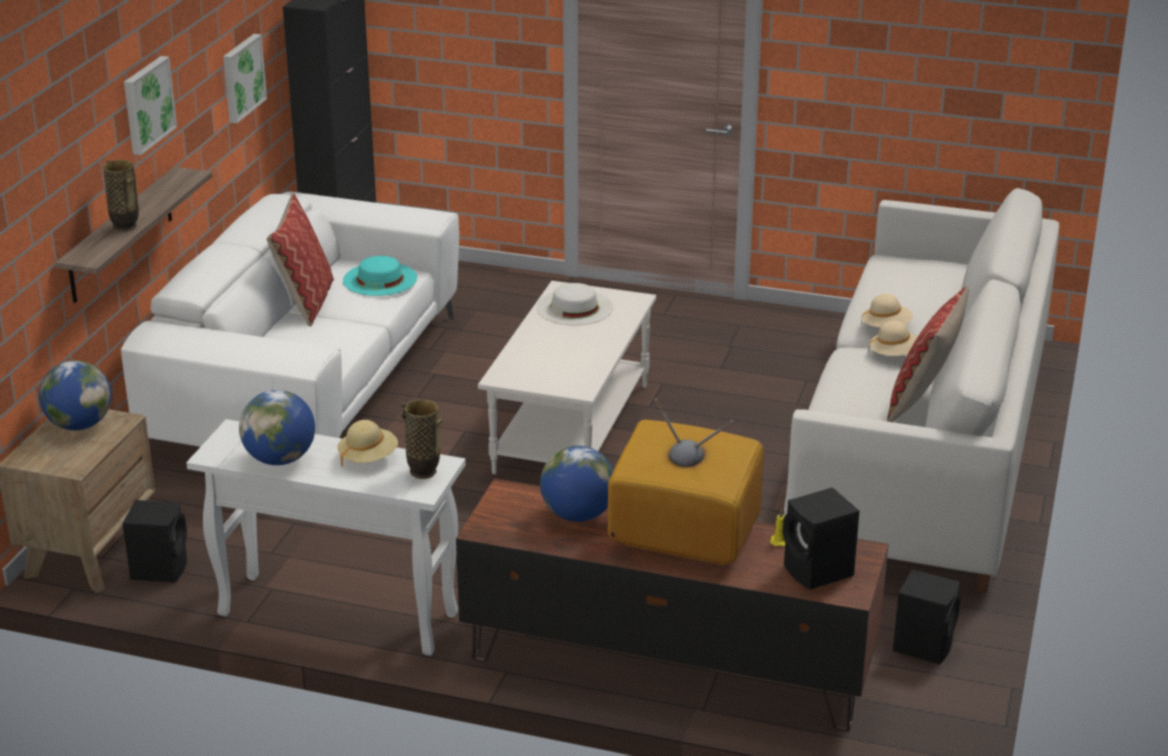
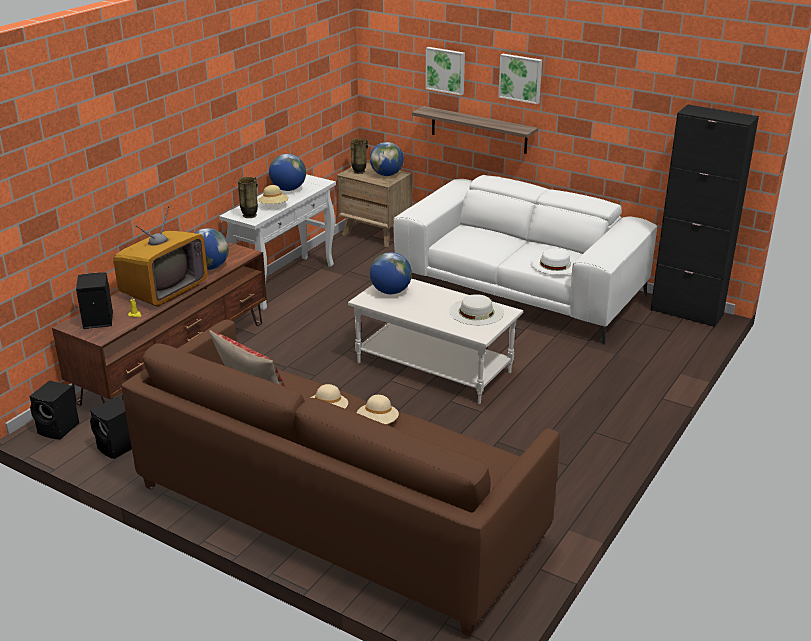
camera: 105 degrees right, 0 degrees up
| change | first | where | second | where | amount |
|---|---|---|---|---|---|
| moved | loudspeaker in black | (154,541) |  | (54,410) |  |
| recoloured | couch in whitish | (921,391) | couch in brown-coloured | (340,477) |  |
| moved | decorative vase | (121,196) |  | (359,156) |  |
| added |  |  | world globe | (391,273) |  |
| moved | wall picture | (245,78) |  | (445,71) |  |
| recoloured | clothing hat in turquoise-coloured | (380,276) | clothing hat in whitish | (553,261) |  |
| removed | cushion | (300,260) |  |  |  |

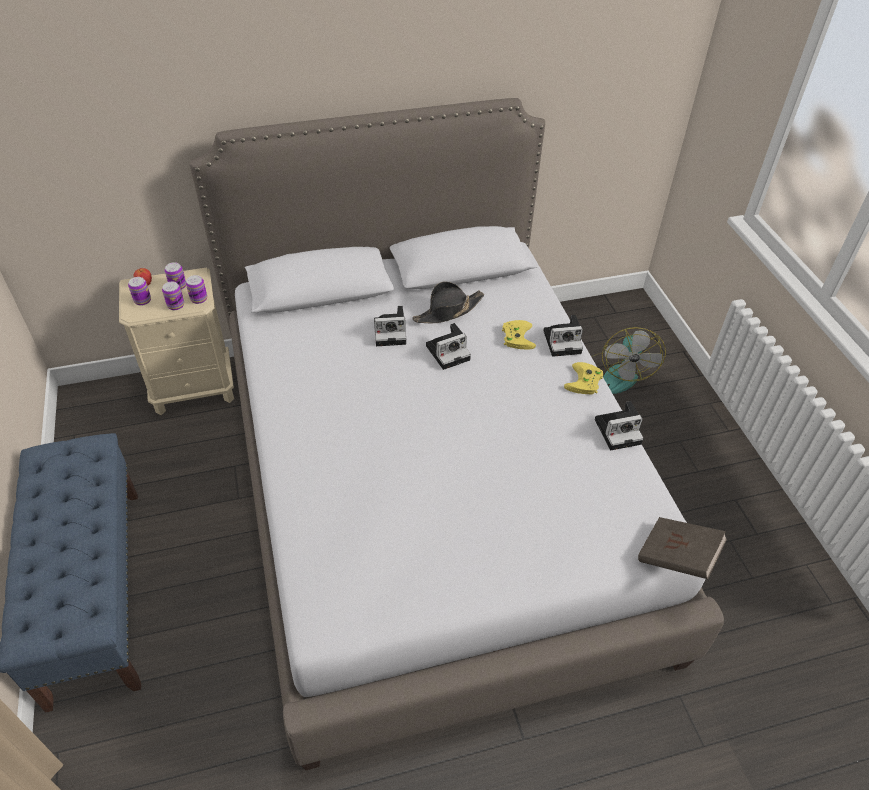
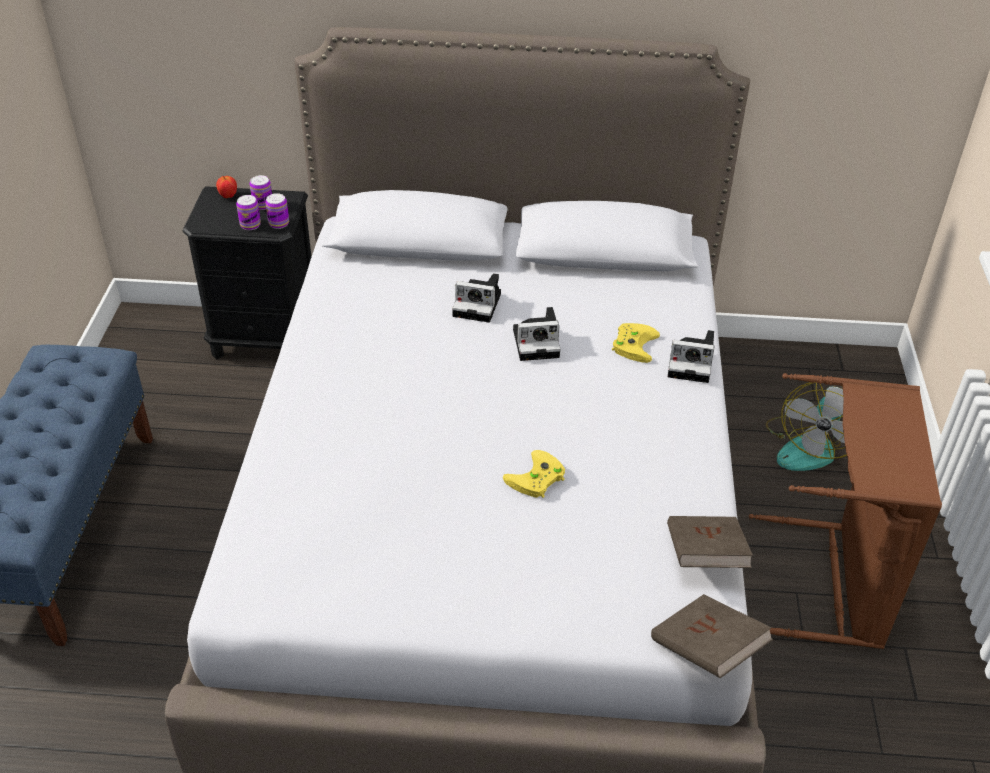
camera: 20 degrees right, 5 degrees down
| change | first | where | second | where | amount |
|---|---|---|---|---|---|
| recoloured | night table in beige-coloured | (176,341) | night table in black | (247,273) |  |
| moved | joypad in yellow | (583,378) |  | (534,474) |  |
| added |  |  | book in brown-coloured | (710,542) |  |
| added |  |  | washing basket in brown-coloured | (845,511) |  |
| removed | sealed can | (139,291) |  |  |  |
| removed | clothing hat in black | (448,302) |  |  |  |
| removed | photo camera | (619,425) |  |  |  |

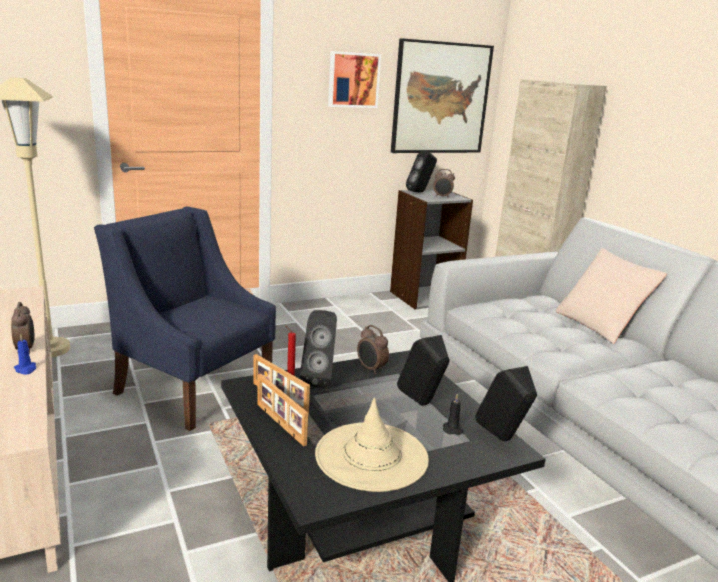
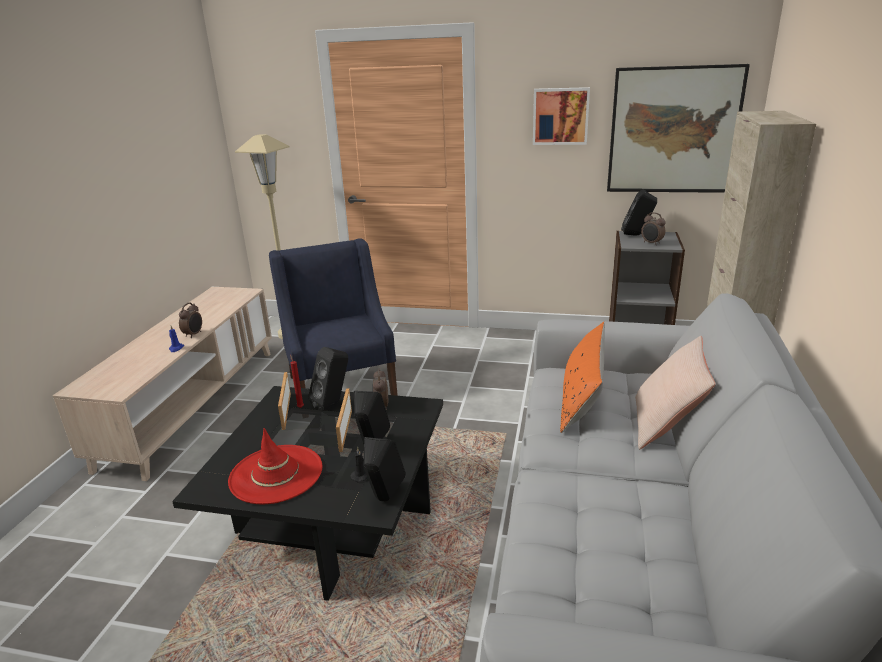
camera: 40 degrees right, 5 degrees up
| change | first | where | second | where | amount |
|---|---|---|---|---|---|
| recoloured | clothing hat in beige-coloured | (372,444) | clothing hat in red | (275,466) |  |
| moved | picture frame | (282,410) |  | (344,420) |  |
| added |  |  | cushion in orangey | (582,377) |  |

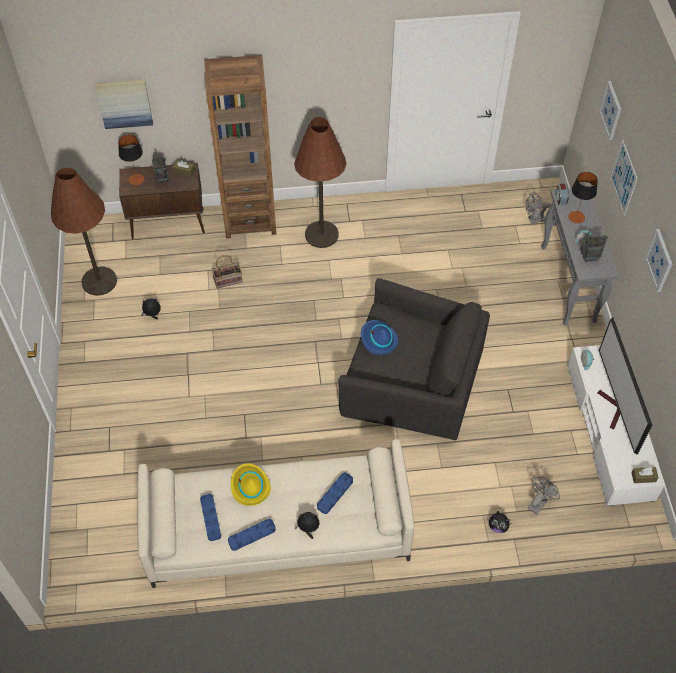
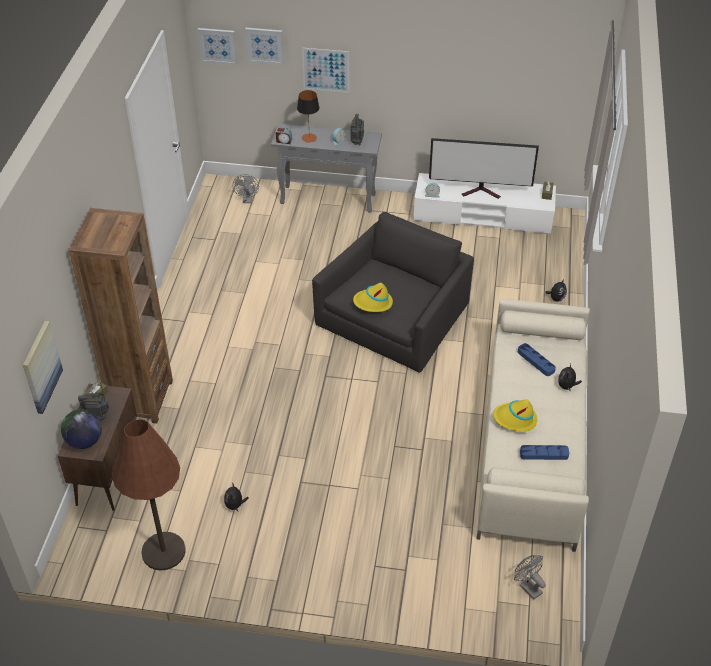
camera: 75 degrees left, 10 degrees down
| change | first | where | second | where | amount |
|---|---|---|---|---|---|
| replaced | tabletop lamp | (131,160) | world globe | (81,429) |  |
| moved | wall picture | (658,260) |  | (217,46) |  |
| recoloured | clothing hat in blue | (379,337) | clothing hat in yellow | (373,297) |  |
| moved | fan in grey | (544,496) |  | (530,577) |  |
| removed | basket | (227,272) |  |  |  |
| removed | serving tray in blue | (252,535) |  |  |  |
| removed | standard lamp in brown-coloured | (320,182) |  |  |  |

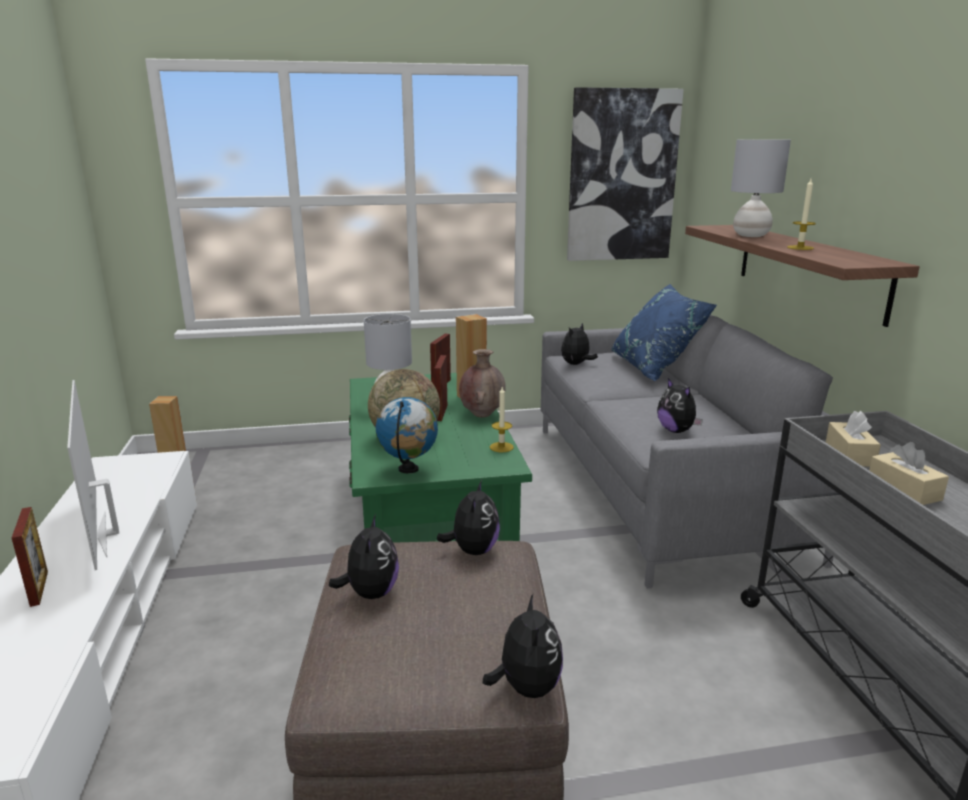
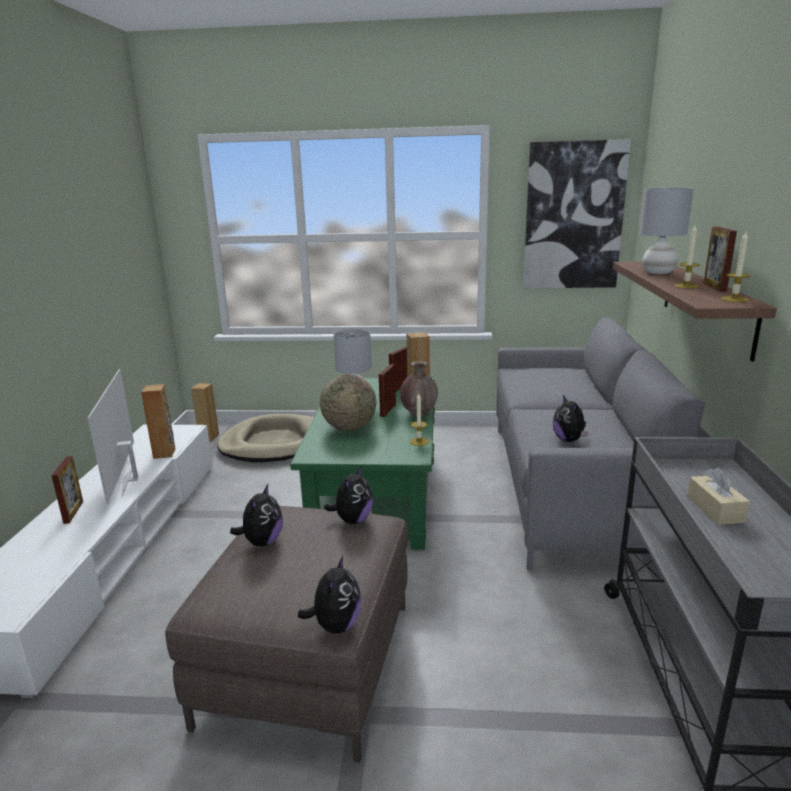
camera: 15 degrees right, 0 degrees up
| change | first | where | second | where | amount |
|---|---|---|---|---|---|
| added |  |  | loudspeaker in brown-coloured | (158,421) |  |
| added |  |  | dog bed in beige-coloured | (265,438) |  |
| added |  |  | picture frame | (720,259) |  |
| added |  |  | wax light | (736,267) |  |
| removed | world globe | (407,435) |  |  |  |
| removed | cuddly toy | (579,344) |  |  |  |
| removed | cushion in blue | (664,332) |  |  |  |
| removed | tissue holder in beige-coloured | (853,439) |  |  |  |

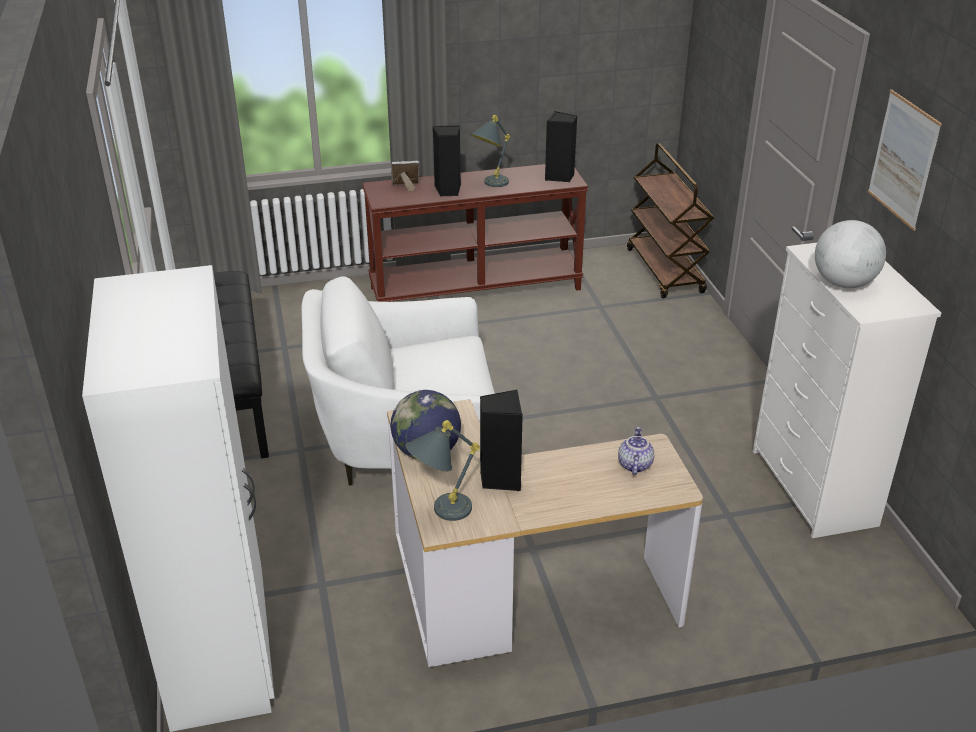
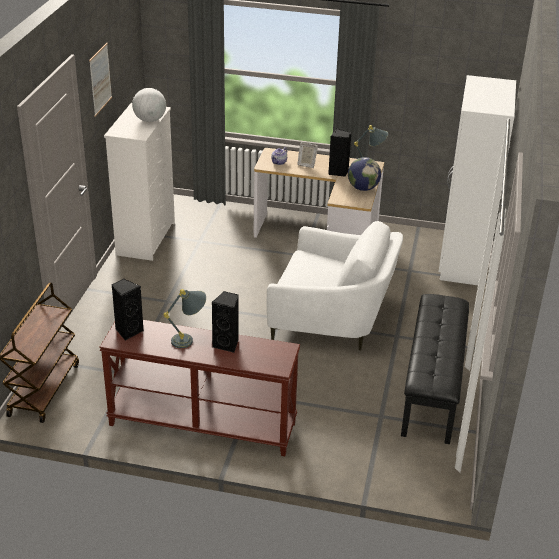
camera: 155 degrees left, 0 degrees up
| change | first | where | second | where | amount |
|---|---|---|---|---|---|
| moved | picture frame | (405,176) |  | (307,155) |  |

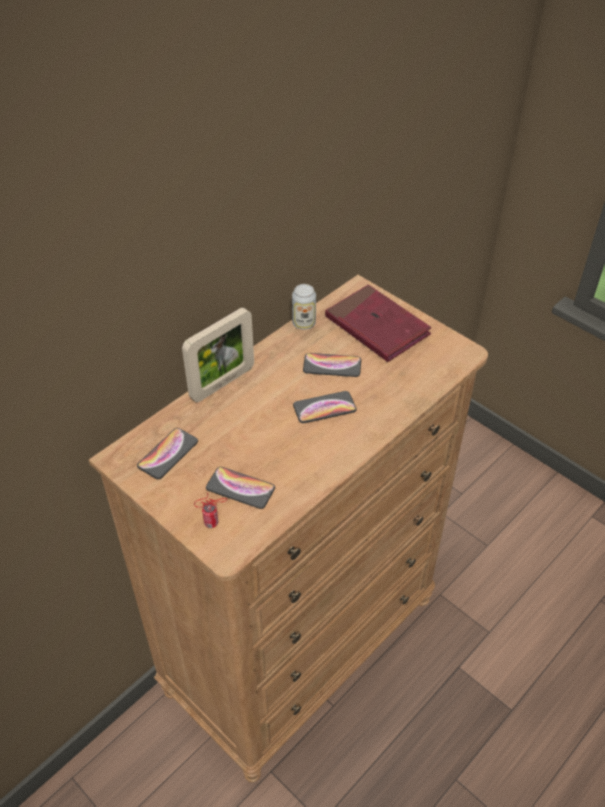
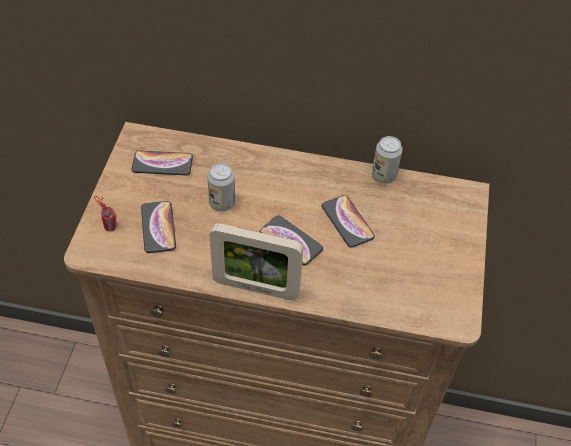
camera: 55 degrees right, 5 degrees up
| change | first | where | second | where | amount |
|---|---|---|---|---|---|
| added |  |  | sealed can | (221,187) |  |
| moved | picture frame | (218,355) |  | (257,261) |  |
| removed | book in red | (378,323) |  |  |  |

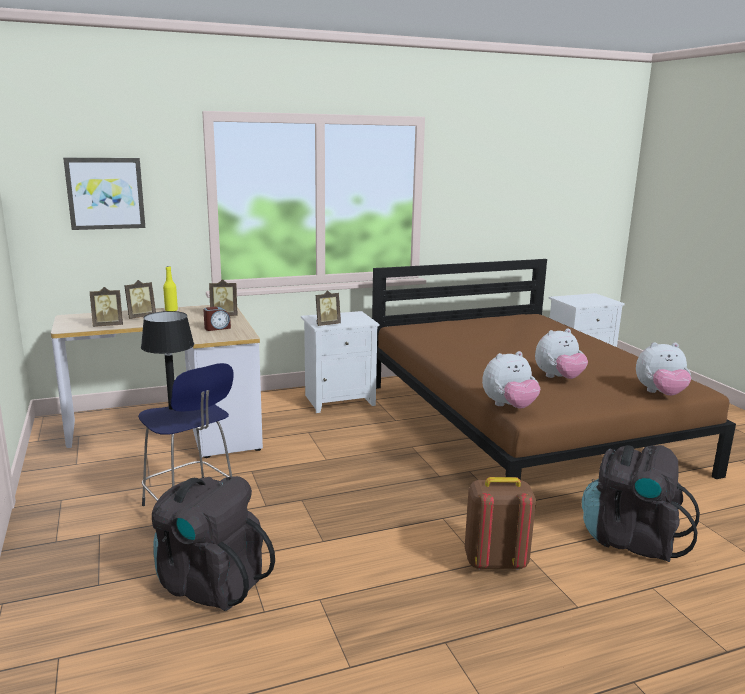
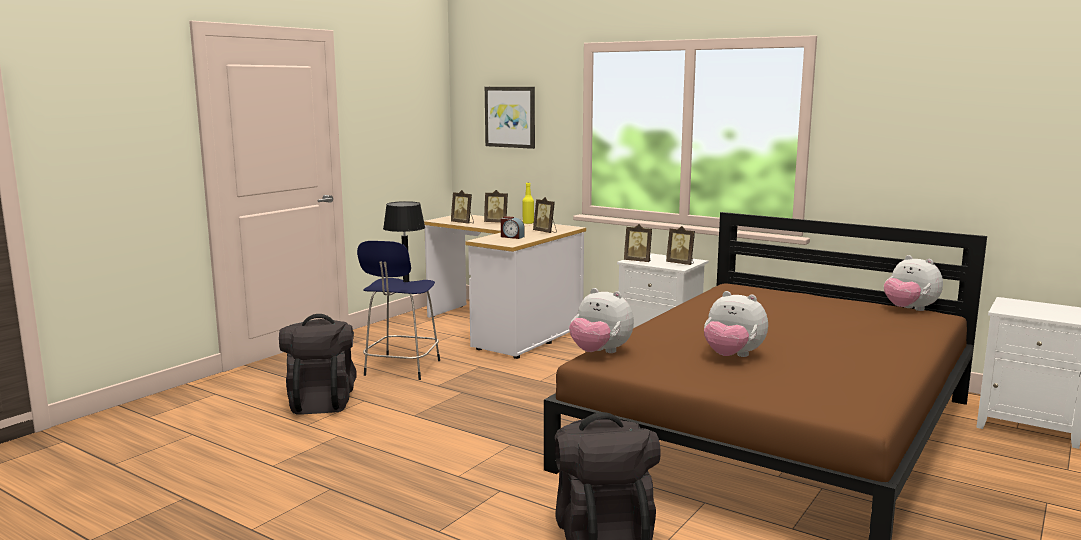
camera: 55 degrees right, 5 degrees down
| change | first | where | second | where | amount |
|---|---|---|---|---|---|
| added |  |  | picture frame | (680,245) |  |
| moved | cuddly toy | (663,369) |  | (913,283) |  |
| removed | backpack in brown-coloured | (500,523) |  |  |  |

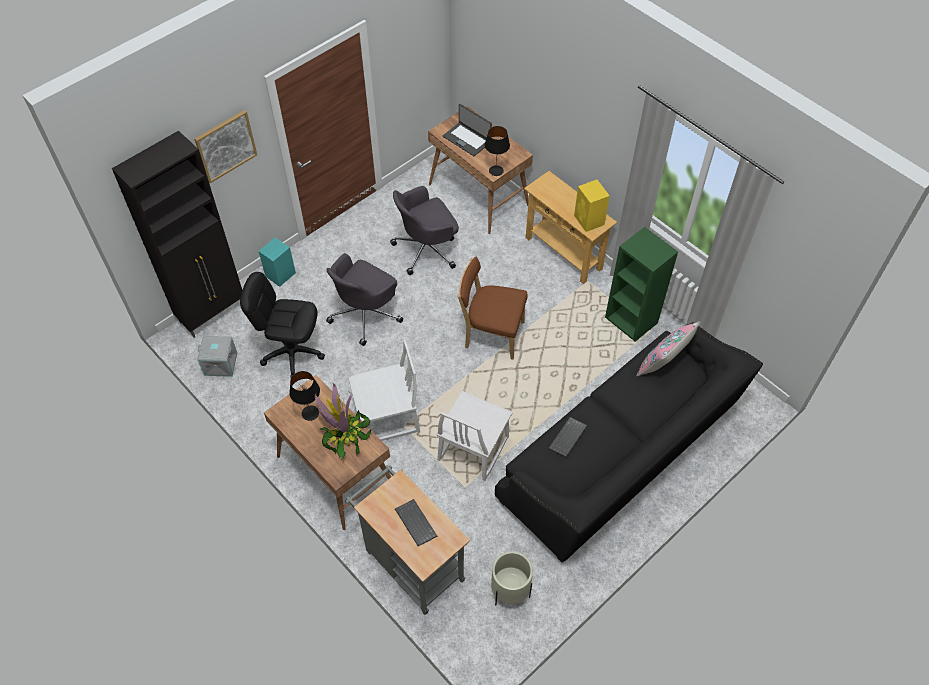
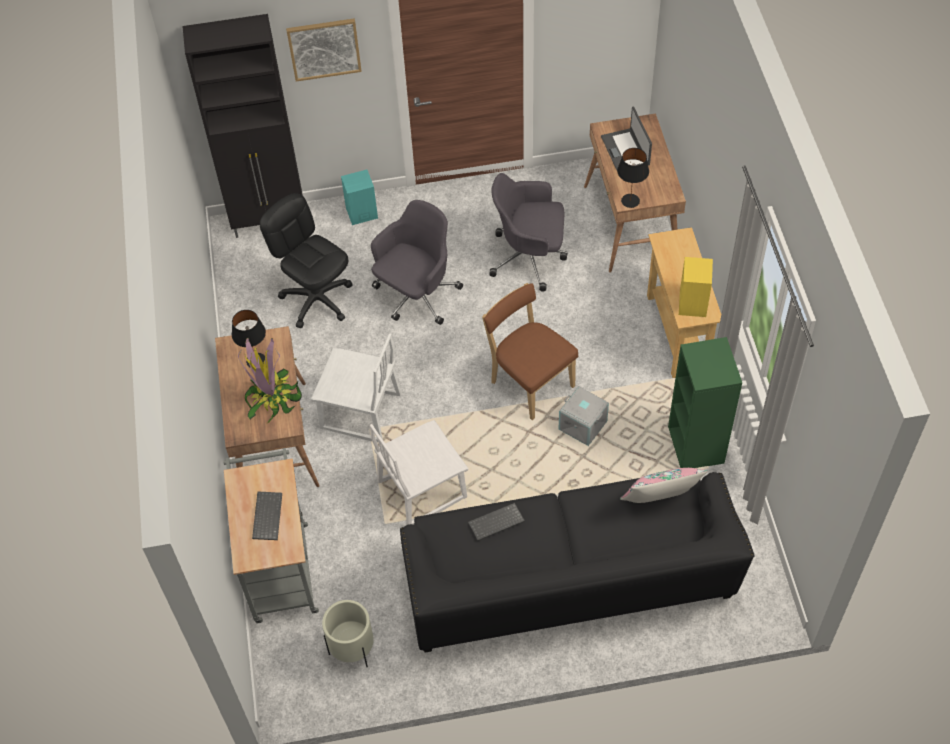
camera: 35 degrees right, 0 degrees up
| change | first | where | second | where | amount |
|---|---|---|---|---|---|
| turned | office chair in grey | (364,299) |  | (417,262) | 150 degrees clockwise |
| moved | storage container in grey | (217,356) |  | (584,416) |  |

